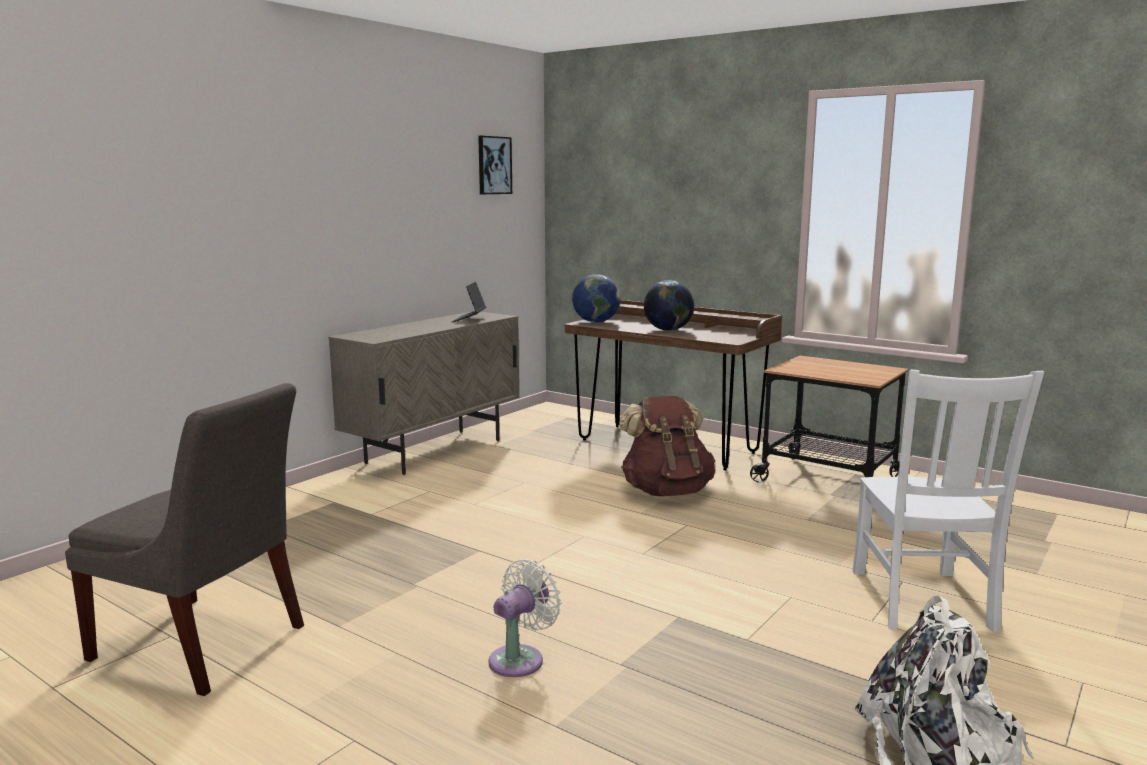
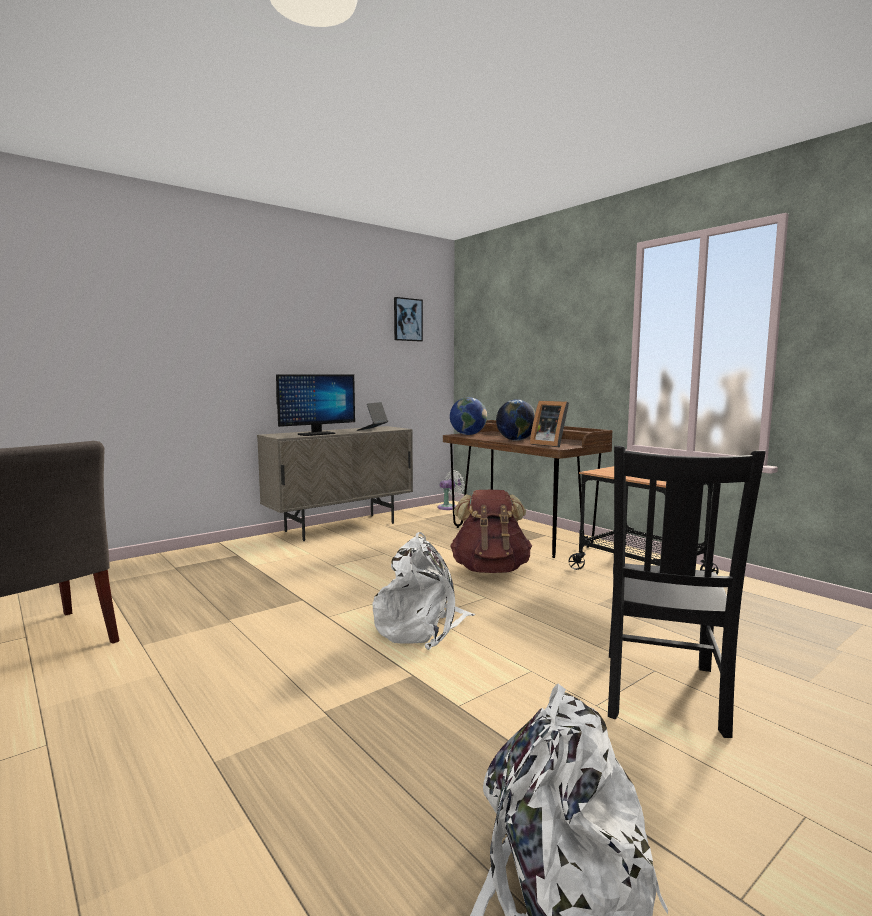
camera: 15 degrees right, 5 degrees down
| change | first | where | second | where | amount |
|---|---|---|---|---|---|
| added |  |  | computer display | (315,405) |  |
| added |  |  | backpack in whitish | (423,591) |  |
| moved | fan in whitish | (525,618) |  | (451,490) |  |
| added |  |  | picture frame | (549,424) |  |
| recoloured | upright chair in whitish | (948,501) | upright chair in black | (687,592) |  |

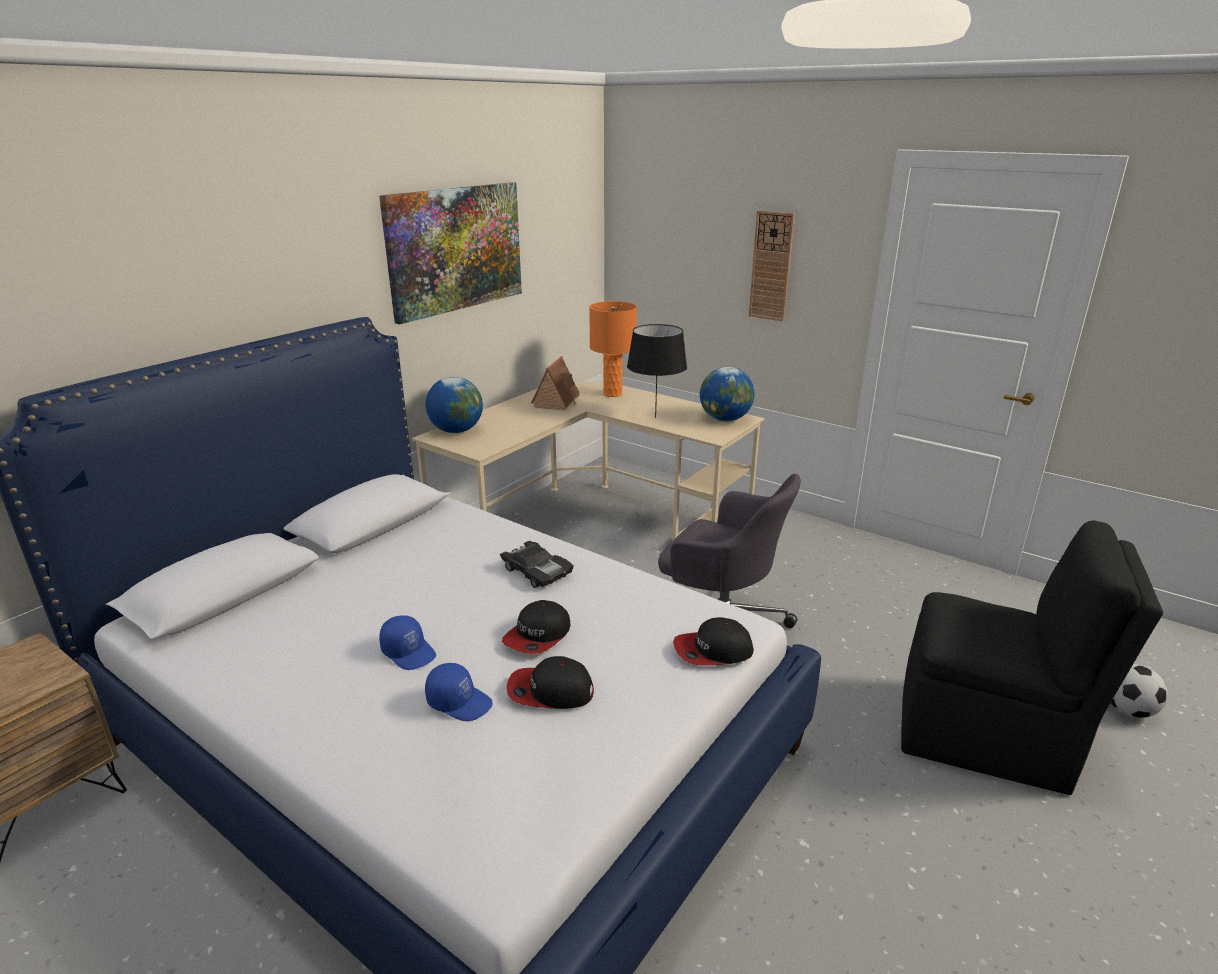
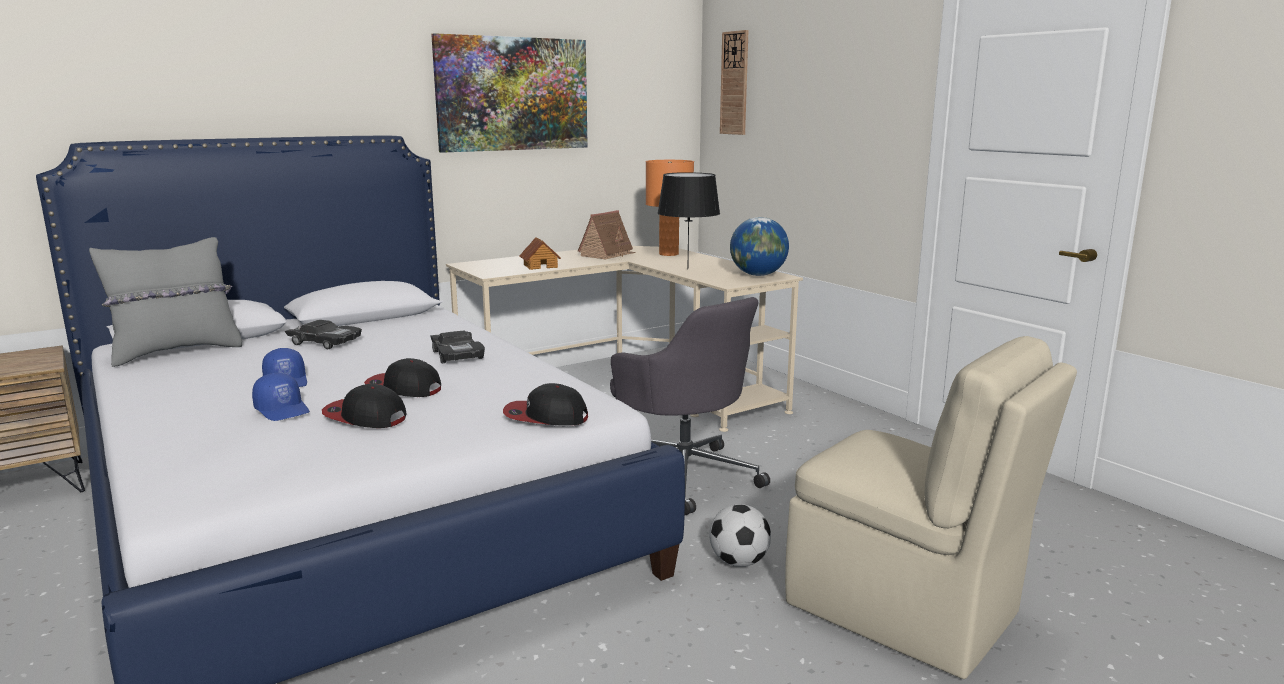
camera: 20 degrees right, 10 degrees down
| change | first | where | second | where | amount |
|---|---|---|---|---|---|
| added |  |  | cushion in grey | (165,302) |  |
| added |  |  | toy car in black | (323,334) |  |
| turned | baseball cap | (536,627) |  | (402,377) | 60 degrees clockwise |
| added |  |  | miniature house | (540,253) |  |
| moved | football | (1139,691) |  | (740,535) |  |
| moved | wall clock | (772,266) |  | (734,82) |  |
| recoloured | upright chair in black | (1032,657) | upright chair in beige-coloured | (931,507) |  |
| removed | world globe | (454,405) |  |  |  |

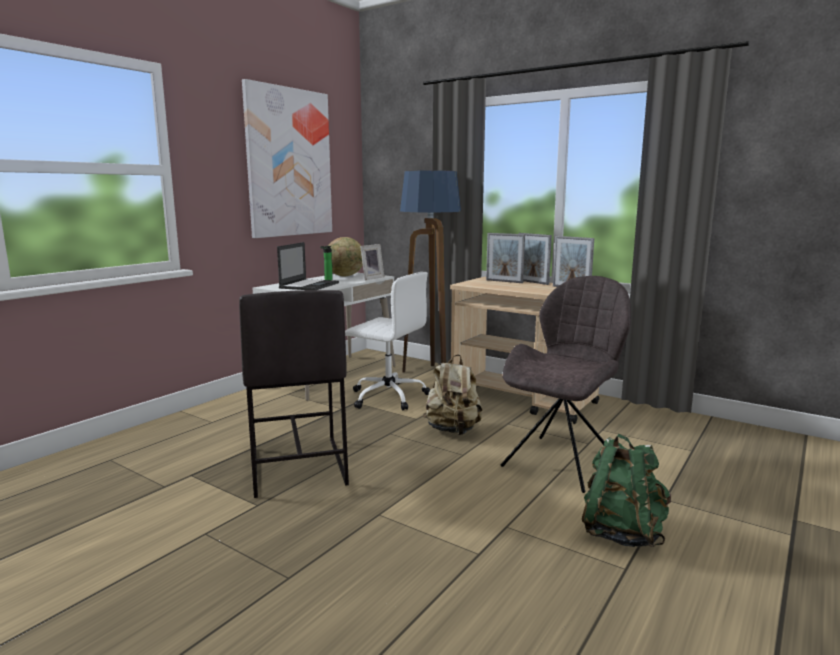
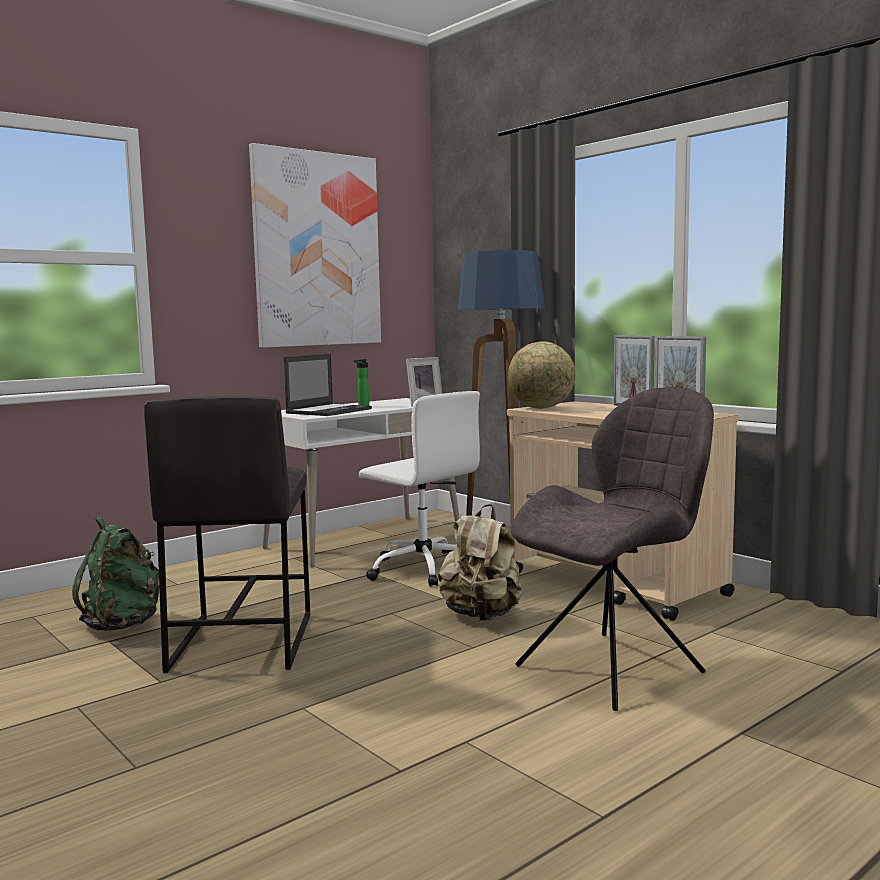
camera: 15 degrees right, 5 degrees down
| change | first | where | second | where | amount |
|---|---|---|---|---|---|
| moved | backpack in green-coloured | (626,490) |  | (115,573) |  |
| moved | world globe | (345,257) |  | (541,375) |  |
| removed | picture frame | (505,258) |  |  |  |

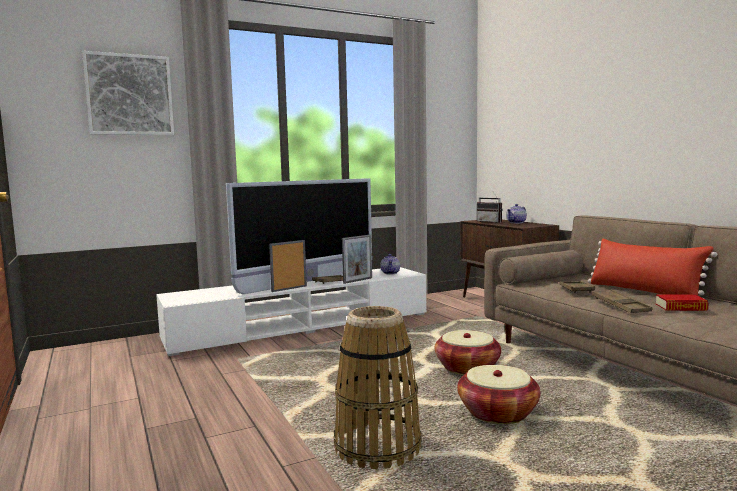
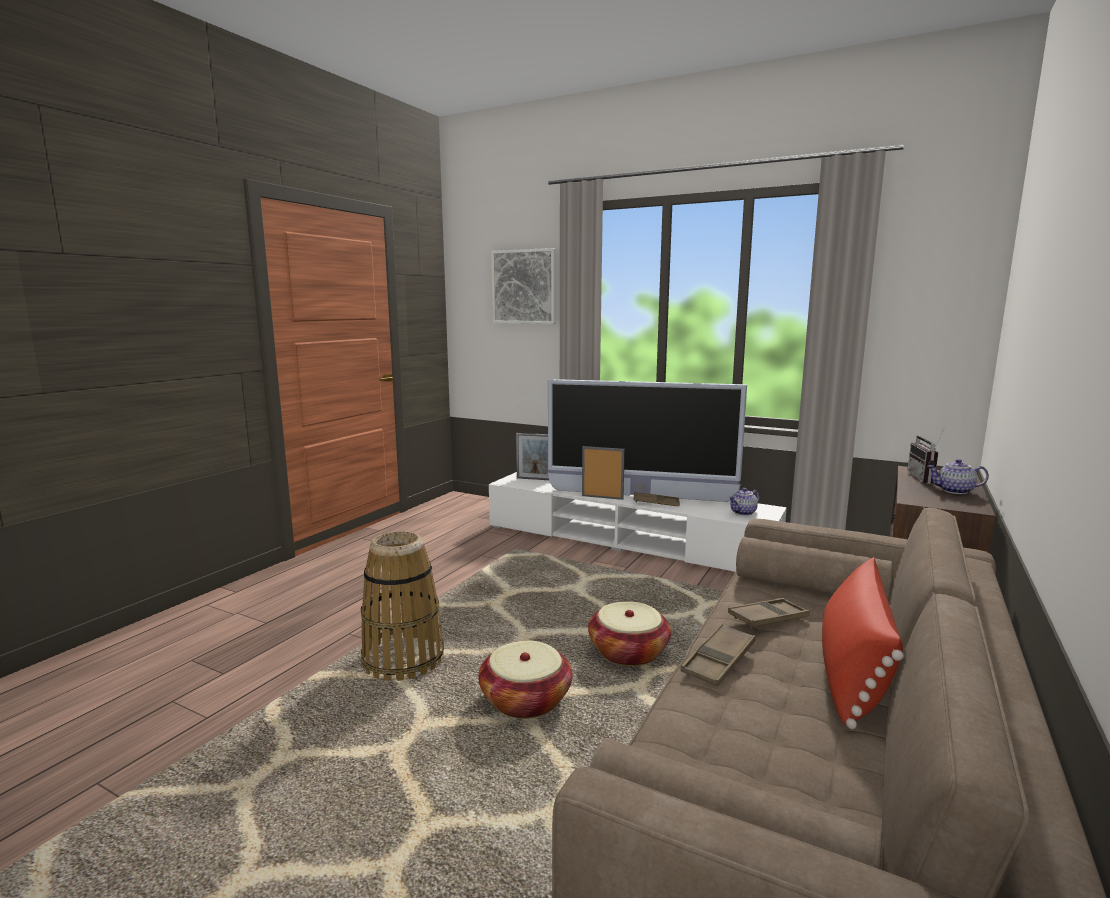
camera: 55 degrees right, 5 degrees up
| change | first | where | second | where | amount |
|---|---|---|---|---|---|
| moved | picture frame | (357,259) |  | (532,456) |  |
| removed | book | (682,302) |  |  |  |

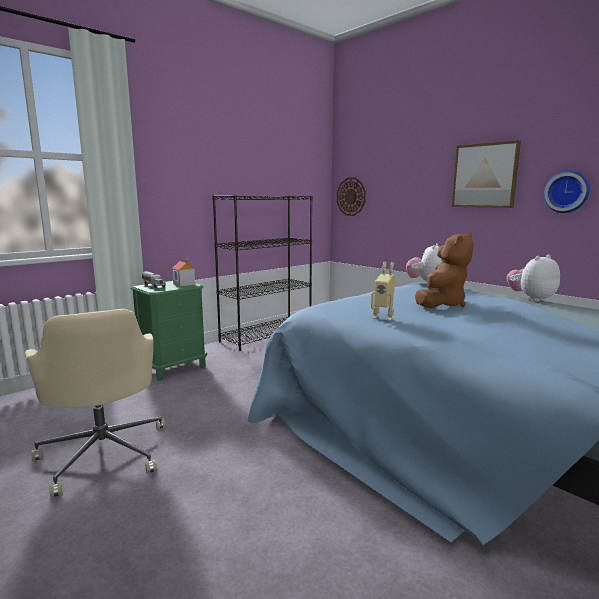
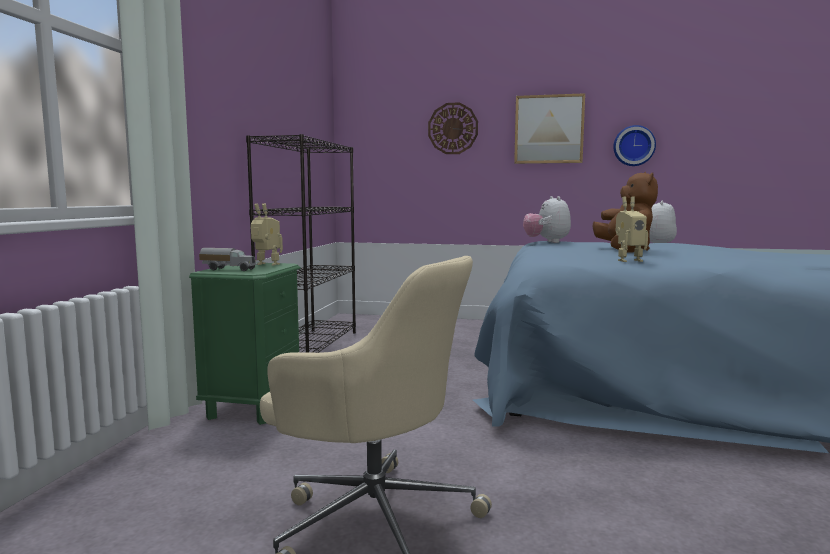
camera: 35 degrees left, 5 degrees down
| change | first | where | second | where | amount |
|---|---|---|---|---|---|
| replaced | miniature house | (183,272) | model robot | (267,234) |  |
| moved | wall clock | (351,196) |  | (453,128) |  |

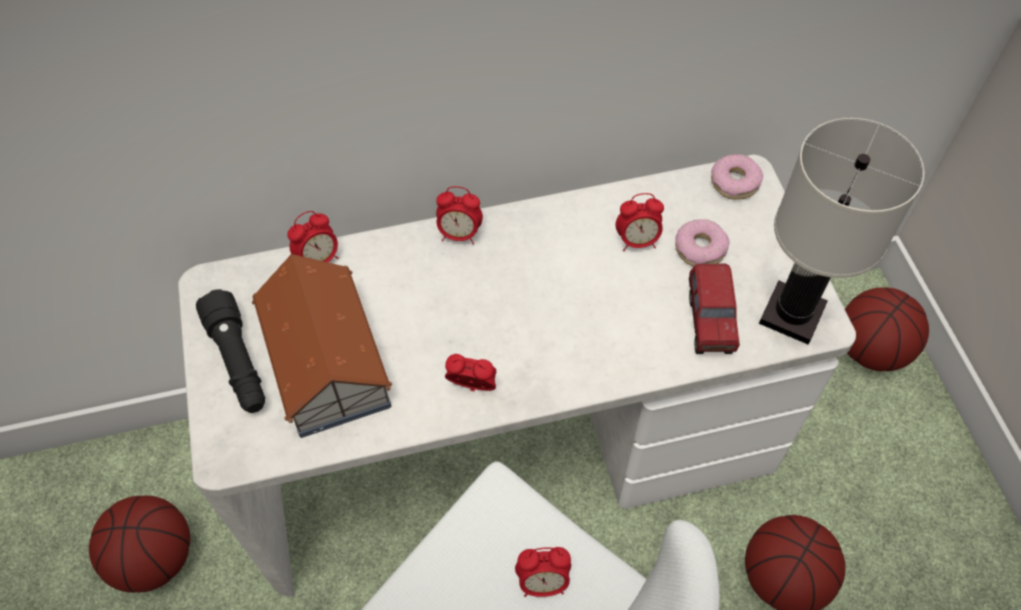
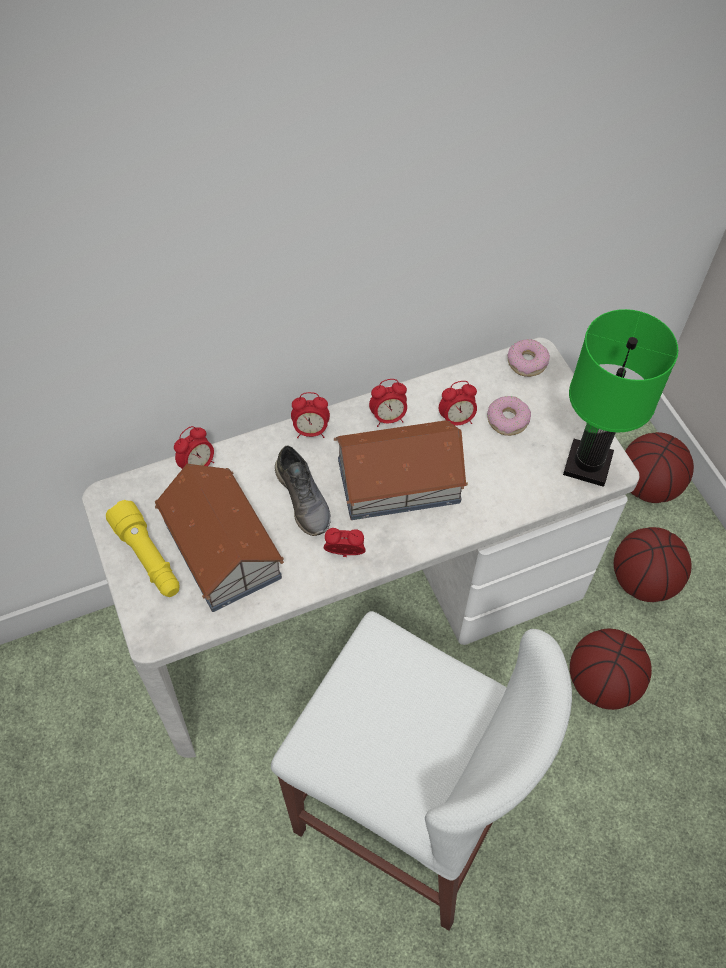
camera: 10 degrees left, 0 degrees up
| change | first | where | second | where | amount |
|---|---|---|---|---|---|
| recoloured | torch in black | (230,351) | torch in yellow | (142,548) |  |
| added |  |  | item of footwear in grey | (303,490) |  |
| added |  |  | miniature house | (401,470) |  |
| moved | bedside clock | (543,572) |  | (388,403) |  |
| recoloured | tabletop lamp in whitish | (841,231) | tabletop lamp in green-coloured | (620,398) |  |
| moved | ball for basketball | (139,544) |  | (653,564) |  |
| removed | model truck | (714,309) |  |  |  |

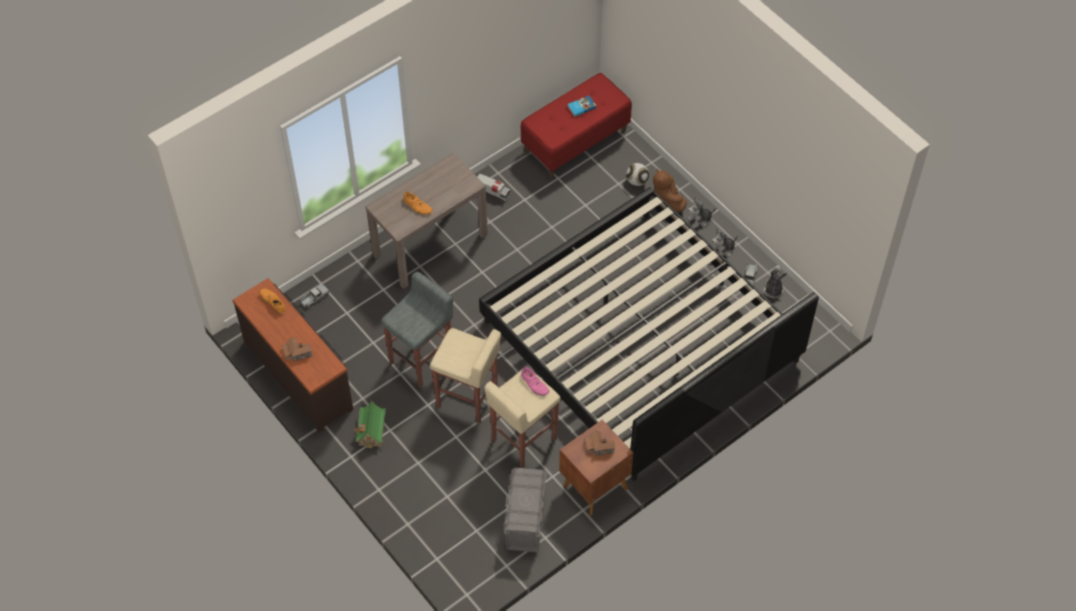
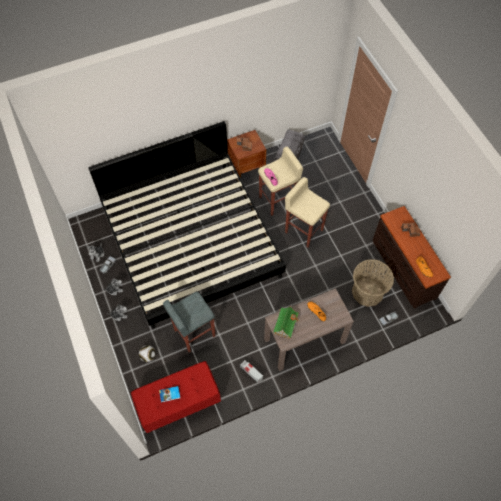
camera: 165 degrees left, 5 degrees up
| change | first | where | second | where | amount |
|---|---|---|---|---|---|
| moved | stool in grey | (417,330) |  | (189,321) |  |
| moved | miniature house | (370,424) |  | (286,322) |  |
| added |  |  | basket | (373,283) |  |
| removed | cuddly toy in brown-coloured | (670,190) |  |  |  |

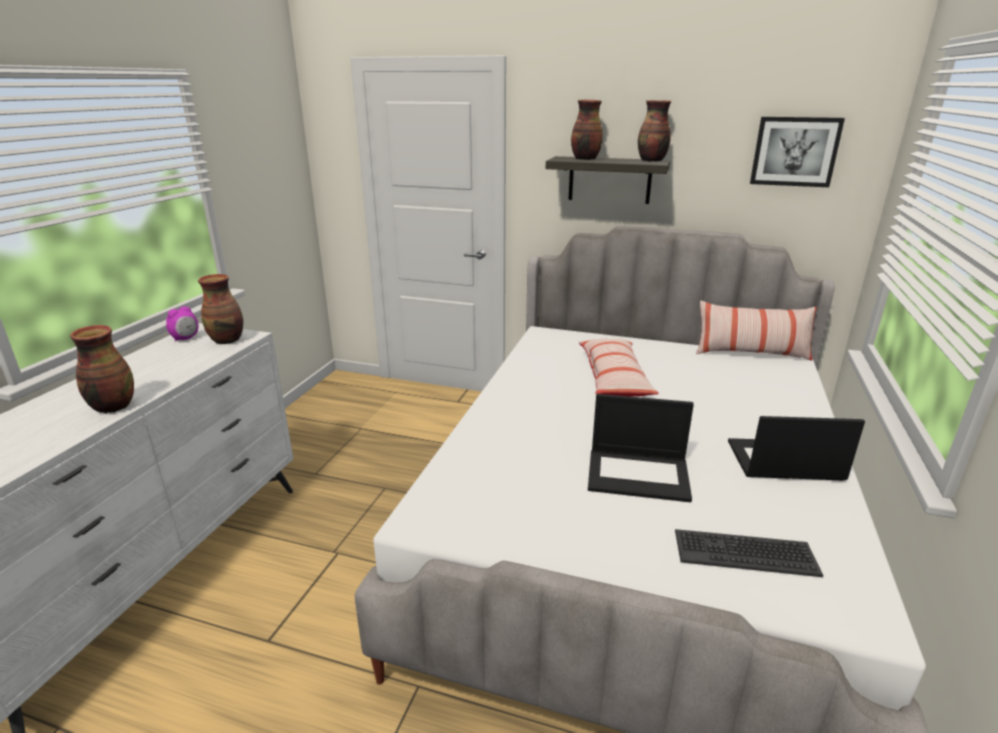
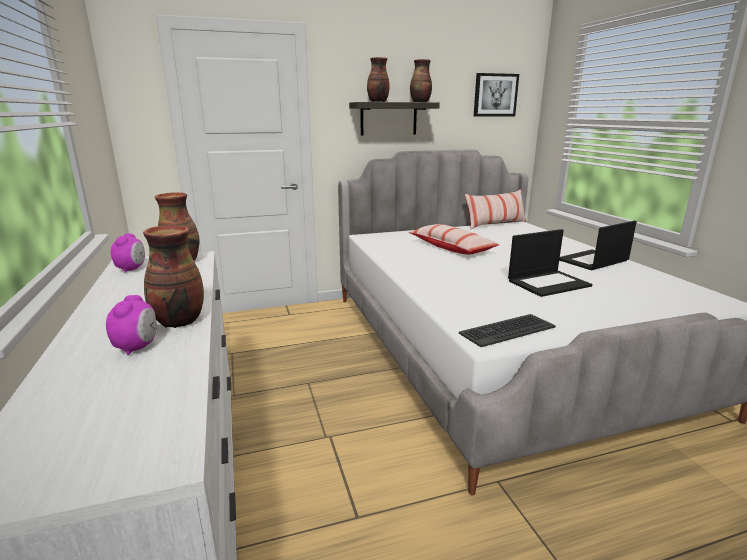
camera: 35 degrees left, 5 degrees down
| change | first | where | second | where | amount |
|---|---|---|---|---|---|
| added |  |  | bedside clock | (131,325) |  |
| moved | keyboard | (749,553) |  | (507,330) |  |

